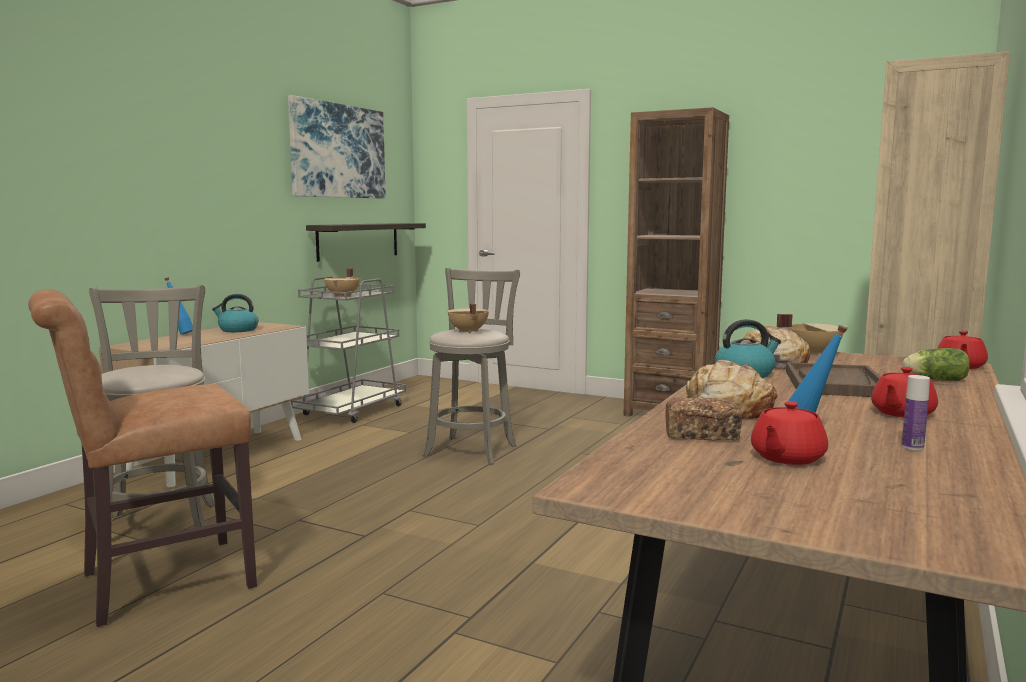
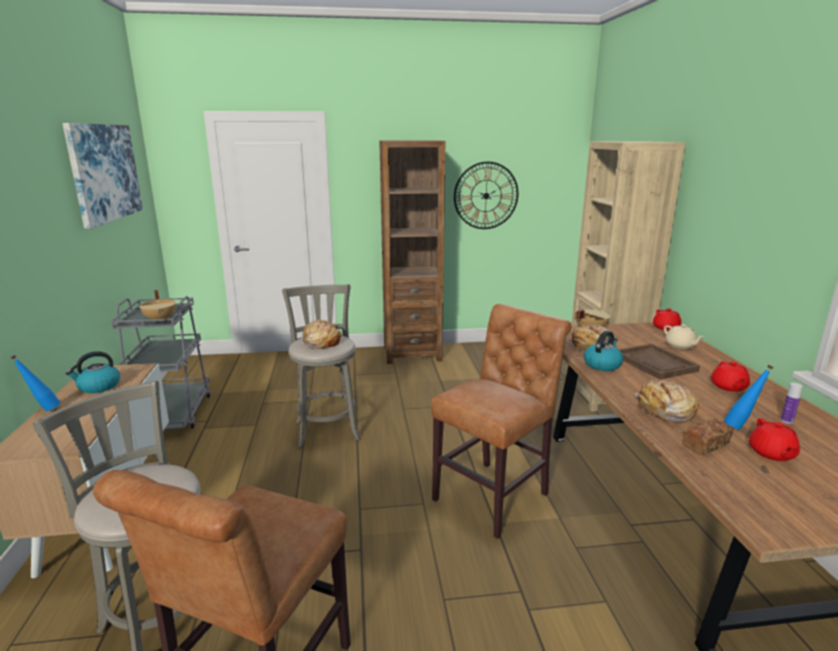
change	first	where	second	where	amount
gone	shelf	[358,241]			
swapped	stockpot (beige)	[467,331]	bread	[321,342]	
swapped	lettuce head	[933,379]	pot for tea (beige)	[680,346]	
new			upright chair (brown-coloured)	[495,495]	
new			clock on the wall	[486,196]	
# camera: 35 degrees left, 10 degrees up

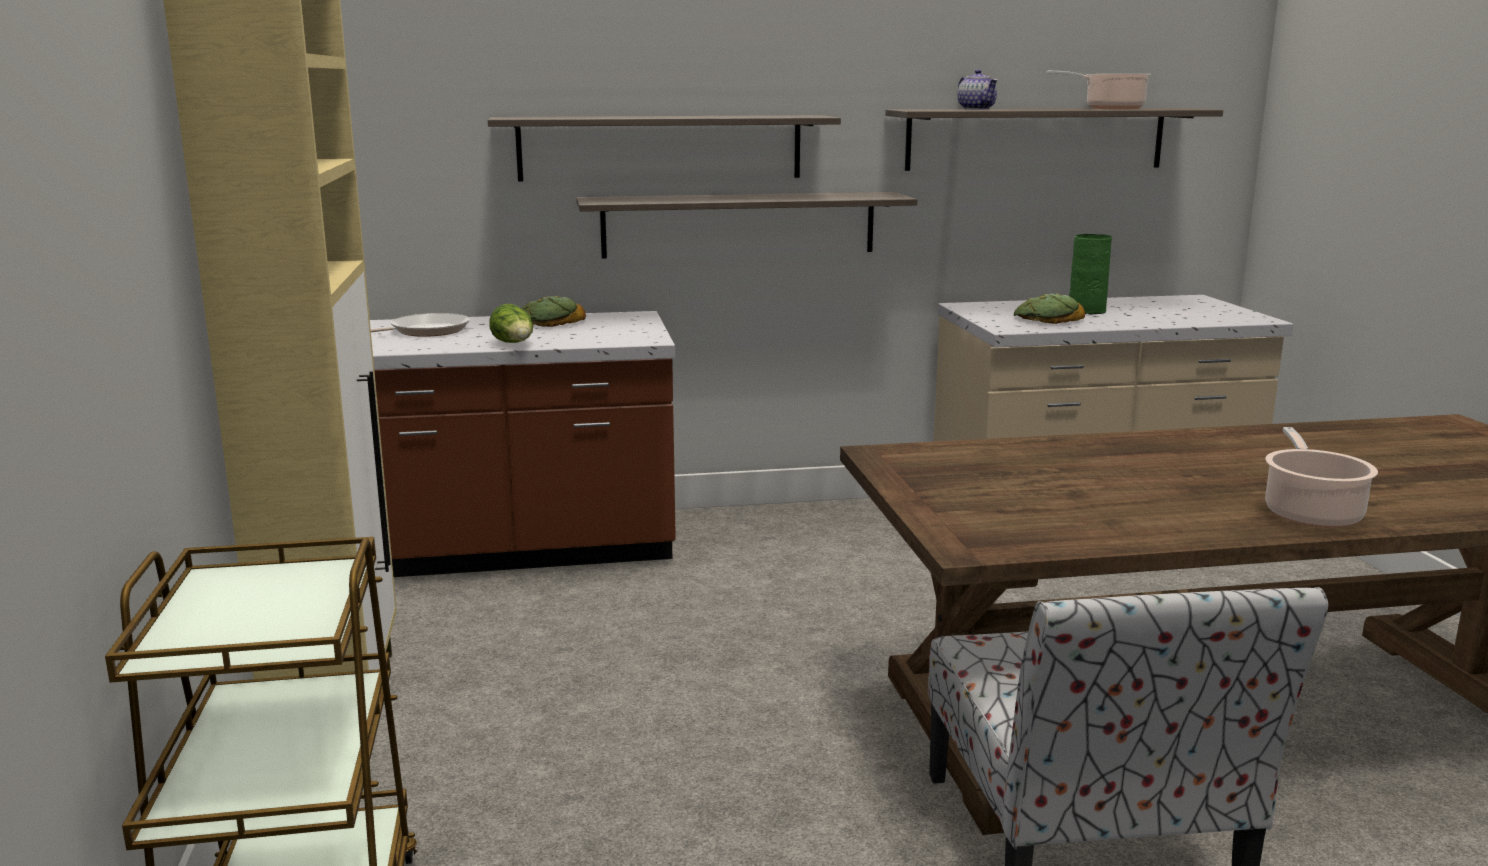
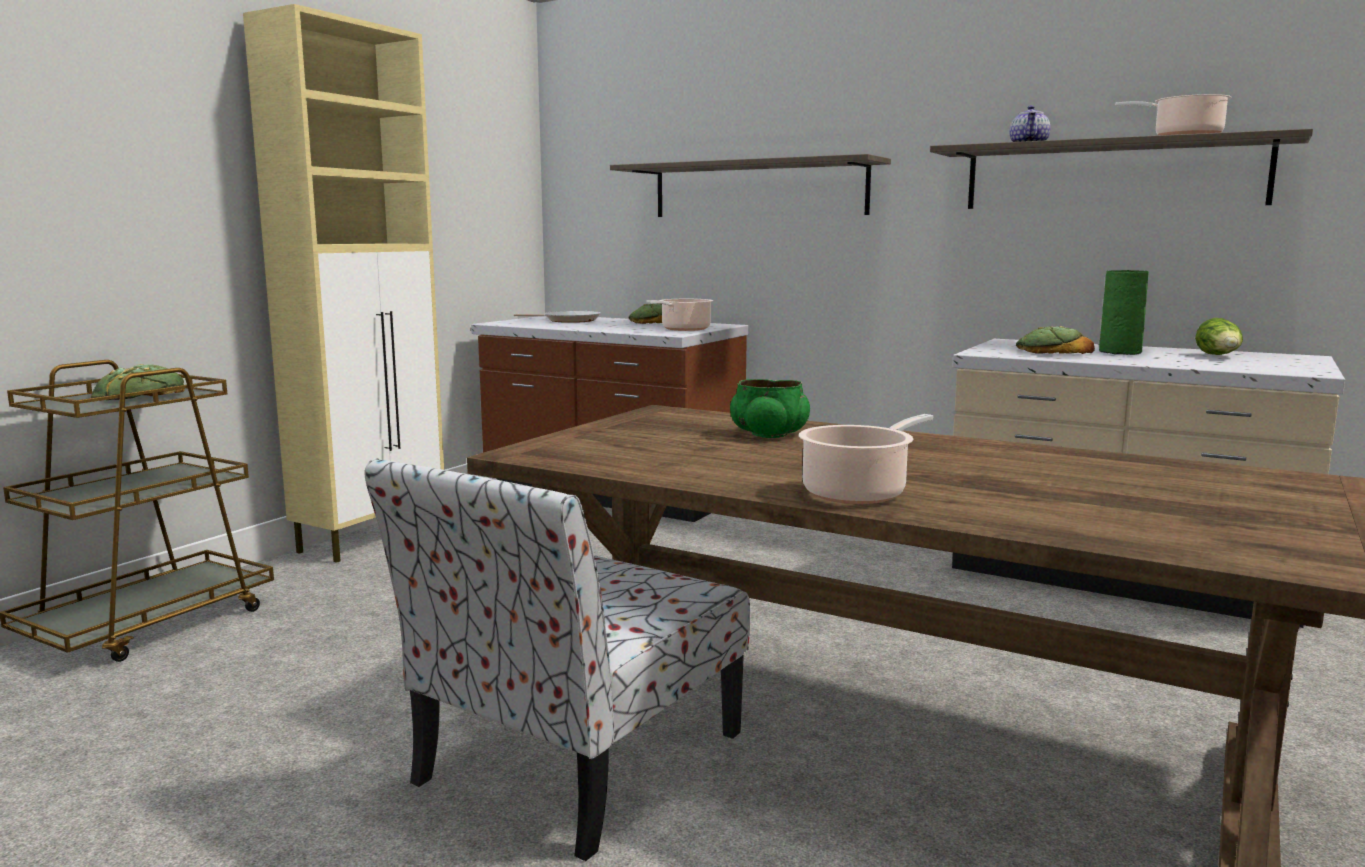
change	first	where	second	where	amount
shifted	lettuce head	[515,344]		[1219,356]	
gone	shelf	[739,224]			
new			bread	[140,395]	
new			stockpot	[683,329]	
new			serving bowl (green-coloured)	[769,434]	
# camera: 40 degrees right, 5 degrees down

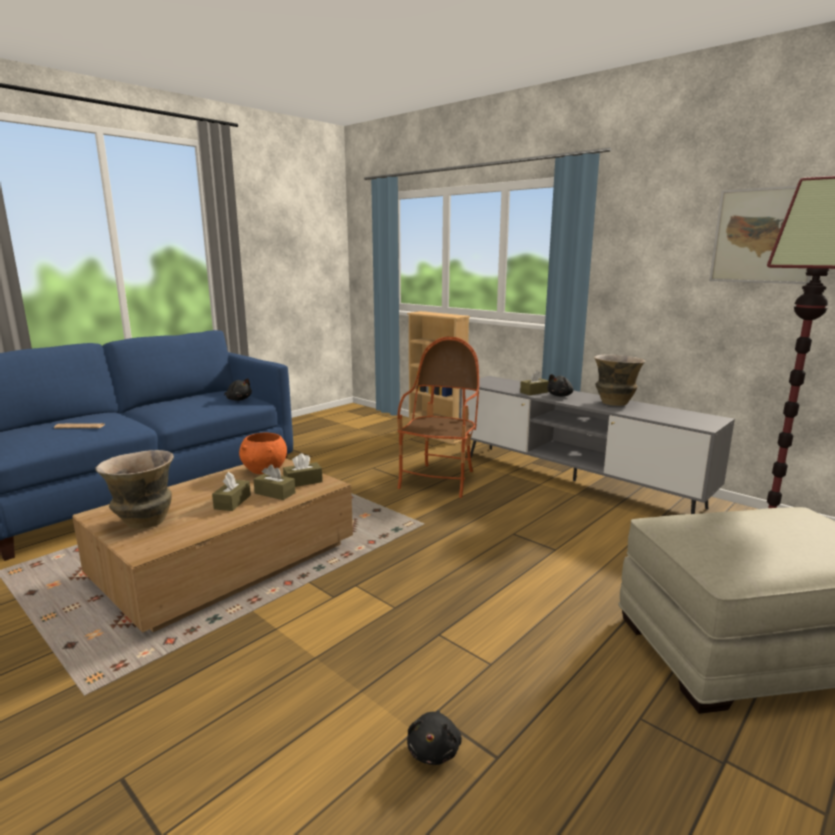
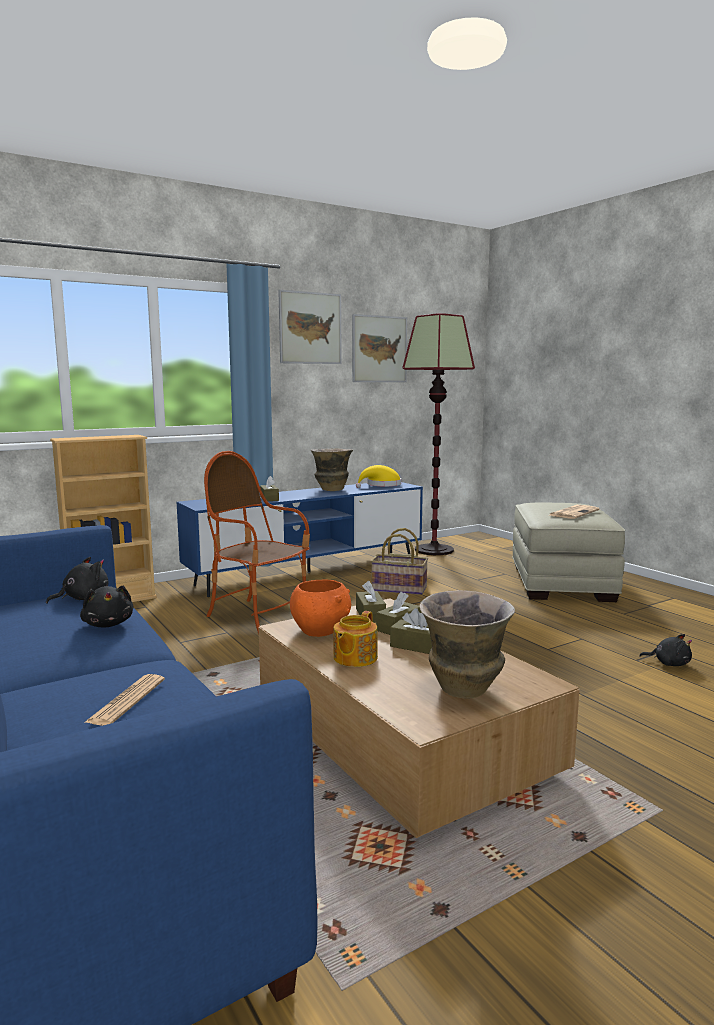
change	first	where	second	where	amount
repainted	tv unit (grey)	[574,480]	tv unit (bluish)	[309,573]	
shifted	plush toy (blackish)	[560,395]		[108,624]	
new			wall art	[310,328]	
new			pot for tea	[354,658]	
new			hat (yellow-coloured)	[381,485]	
new			storage basket	[398,589]	
new			newspaper	[573,513]	
# camera: 75 degrees left, 5 degrees down

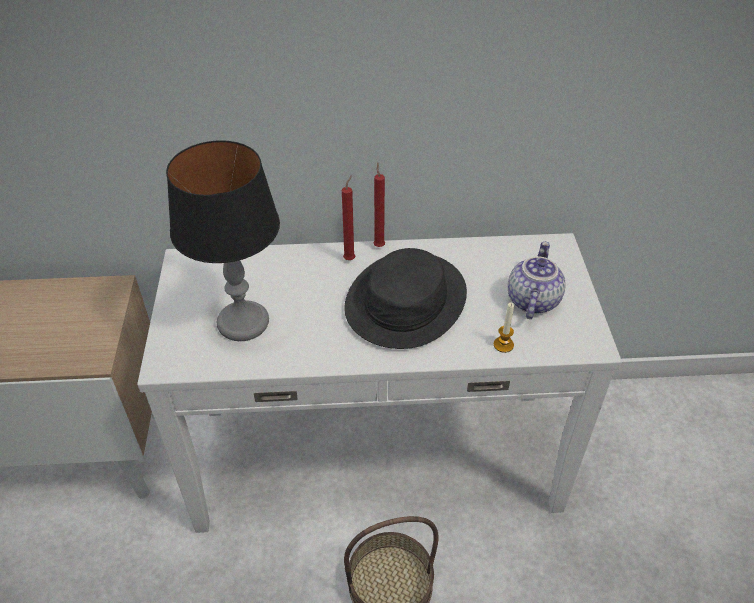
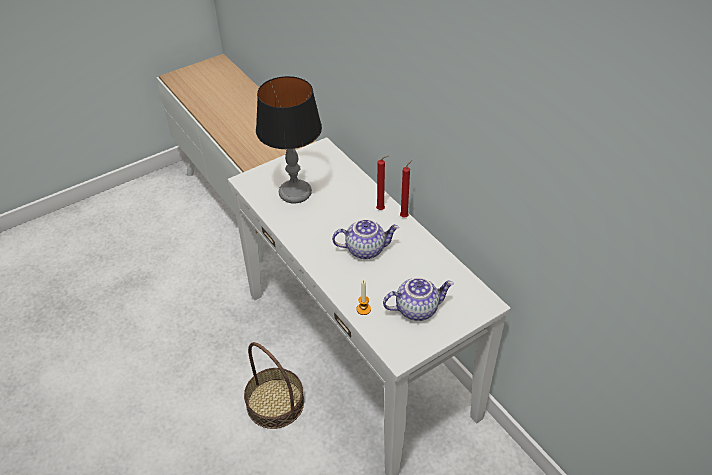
change	first	where	second	where	amount
swapped	hat (blackish)	[405,301]	pot for tea	[365,249]	
# camera: 60 degrees right, 0 degrees up

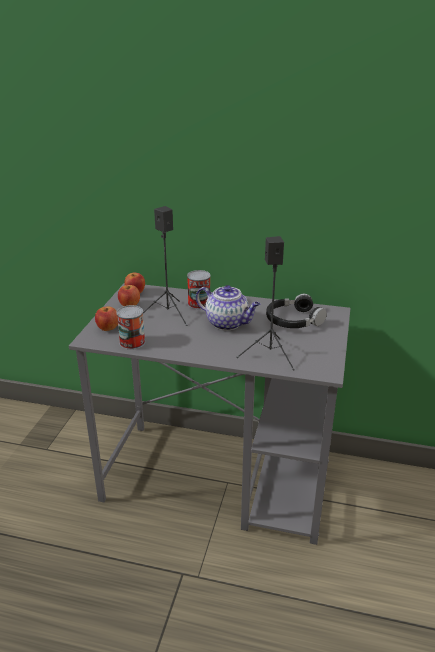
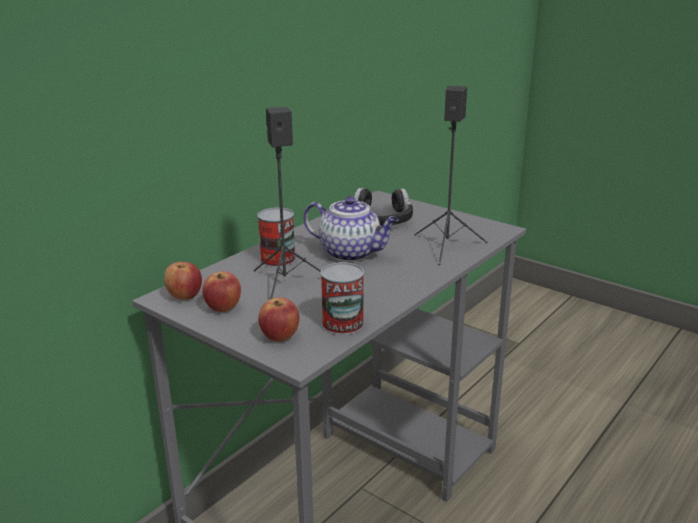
change	first	where	second	where	amount
rotated	pot for tea	[228,323]		[351,253]	60 degrees clockwise
# camera: 65 degrees left, 5 degrees down

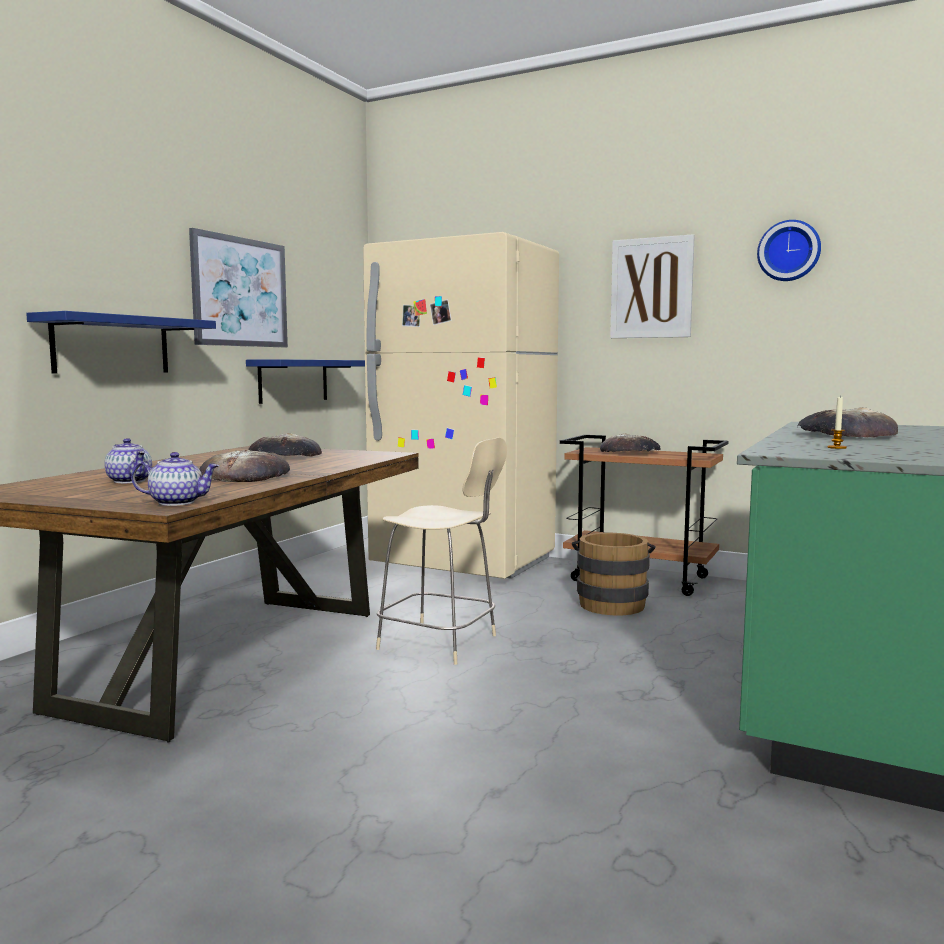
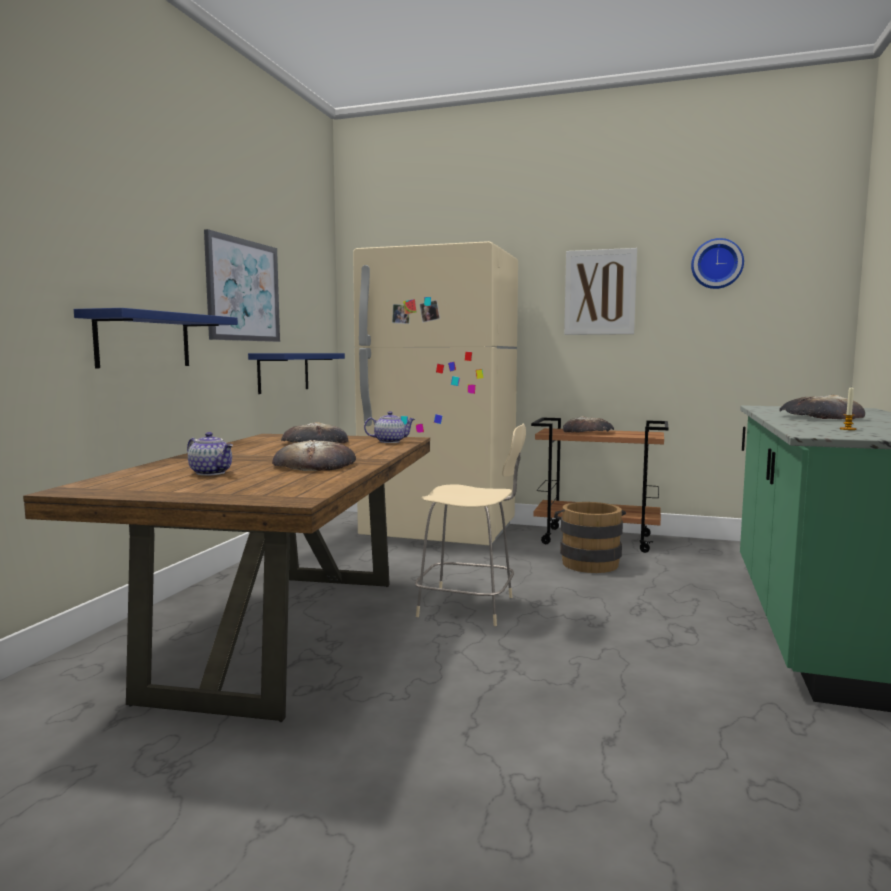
change	first	where	second	where	amount
shifted	pot for tea	[177,502]		[390,441]	
# camera: 10 degrees left, 0 degrees up

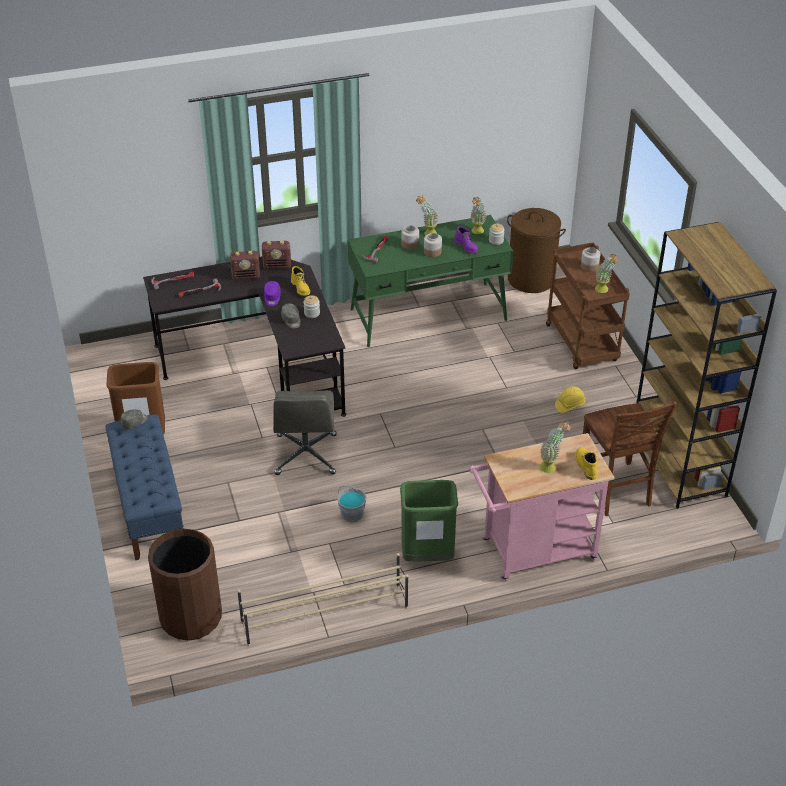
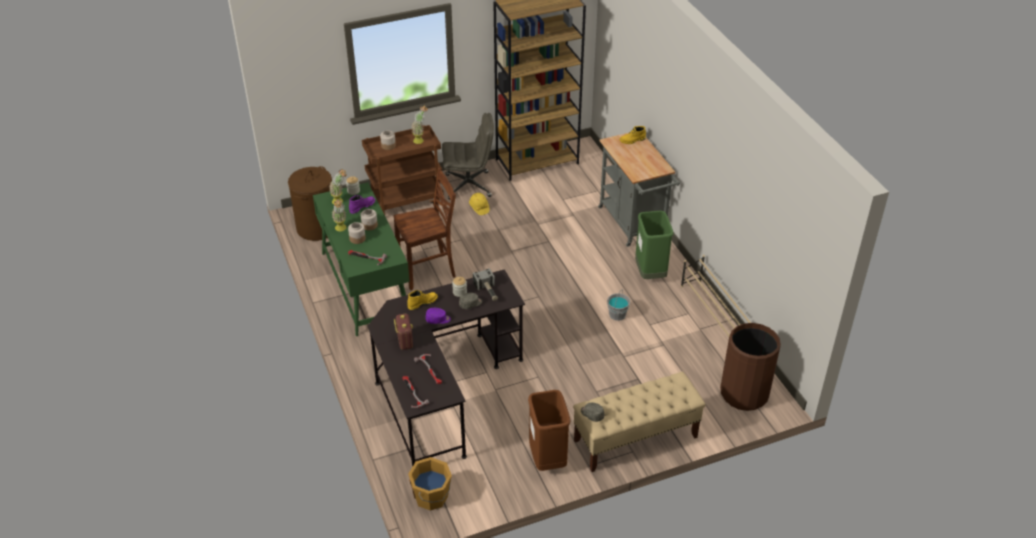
change	first	where	second	where	amount
repainted	indoor bench (bluish)	[149,506]	indoor bench (beige)	[635,439]	
gone	radio set	[277,266]			
shifted	desk chair (grey)	[306,455]		[469,185]	
repainted	trolley (pink)	[532,552]	trolley (grey)	[634,225]	
gone	plant in a pot	[551,466]			
shifted	upright chair (brown-coloured)	[615,490]		[428,271]	
new			pail (orange-coloured)	[432,497]	
new			hand hammer	[488,291]	
# camera: 95 degrees left, 0 degrees up

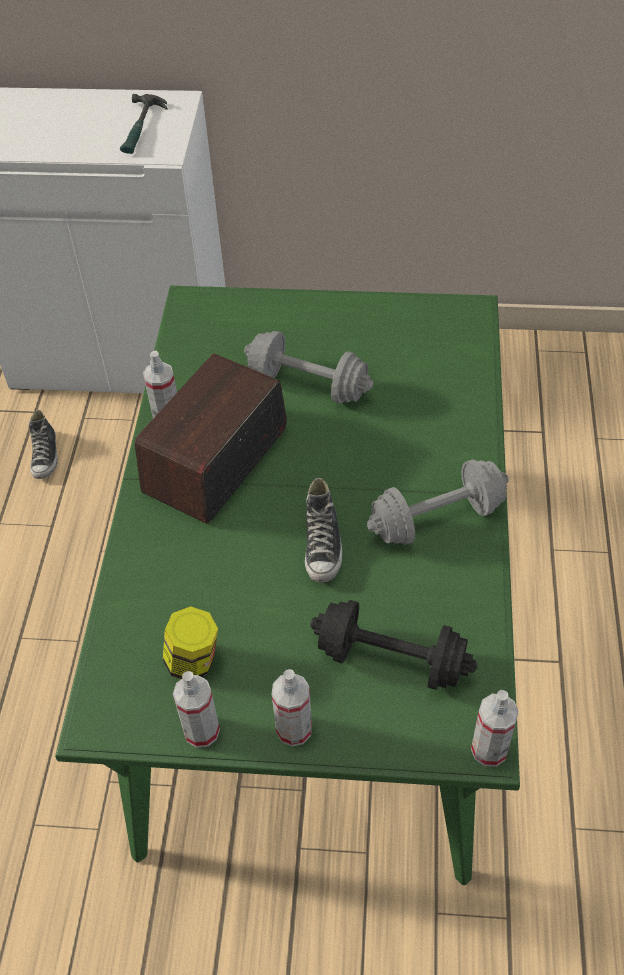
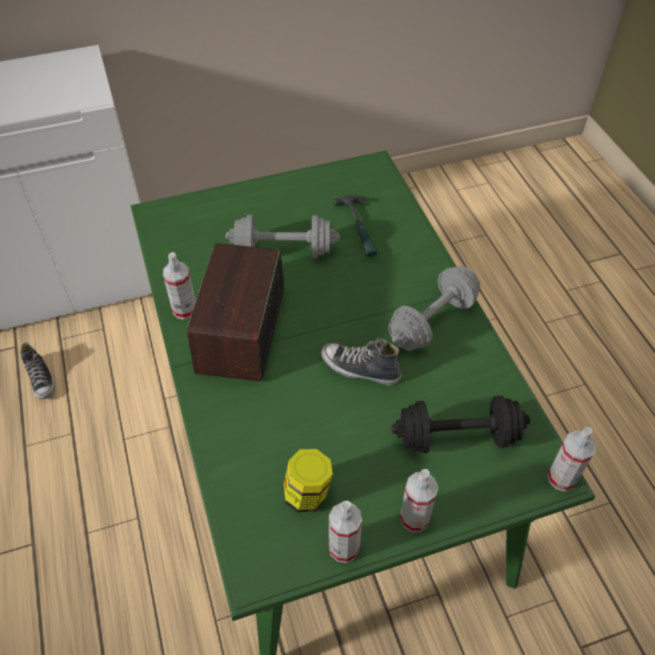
change	first	where	second	where	amount
shifted	hand hammer	[141,128]		[360,228]	
rotated	shoe	[323,545]		[360,368]	135 degrees clockwise
# camera: 25 degrees left, 0 degrees up

